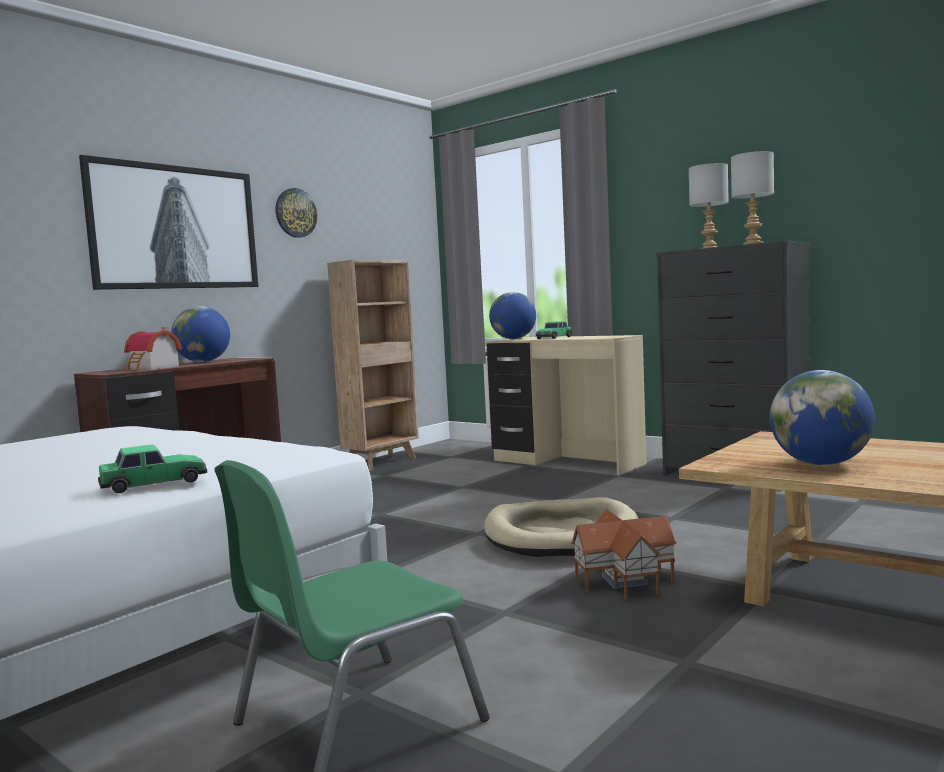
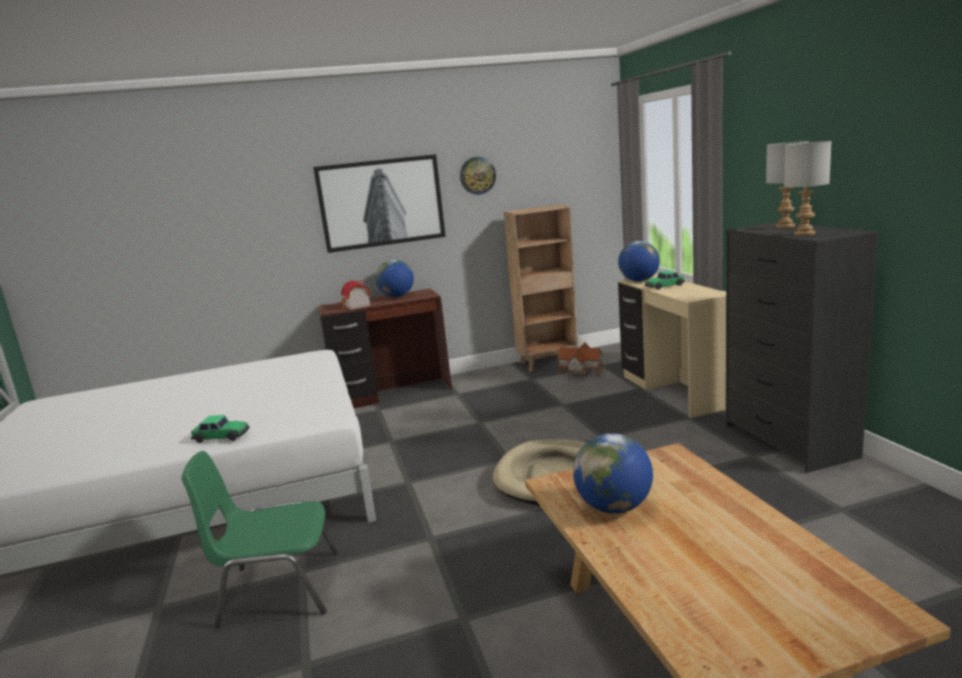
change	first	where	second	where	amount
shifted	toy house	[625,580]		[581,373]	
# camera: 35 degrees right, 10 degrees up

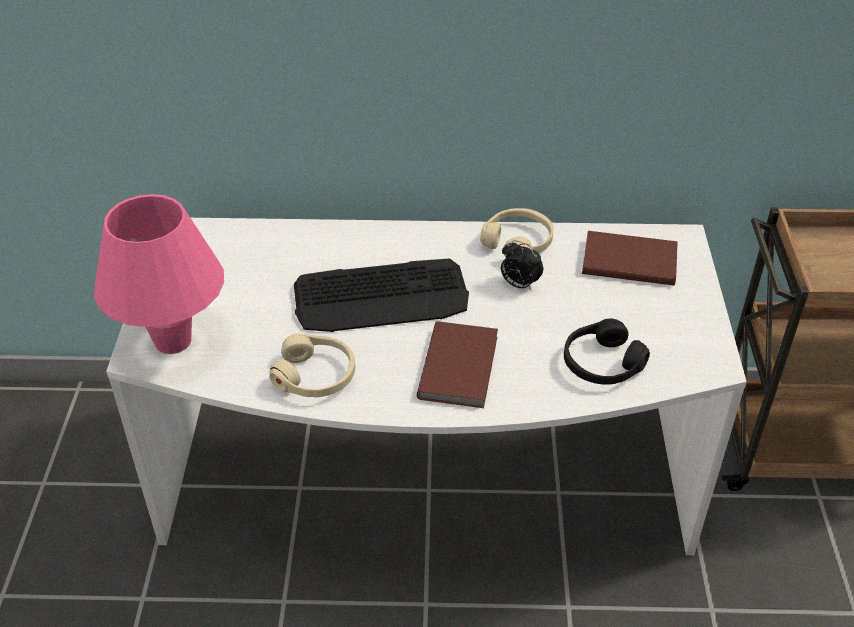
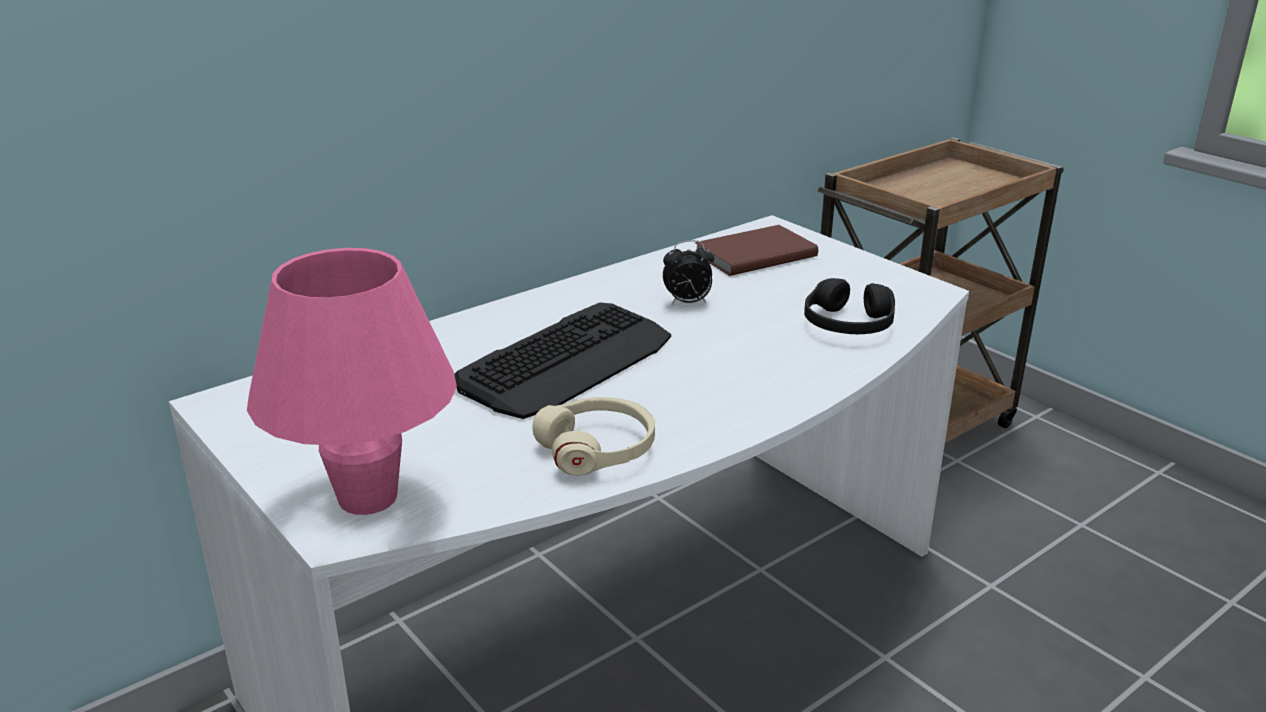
change	first	where	second	where	amount
gone	volume (brown-coloured)	[461,366]			
gone	headphones (beige)	[518,242]			
# camera: 40 degrees left, 15 degrees down

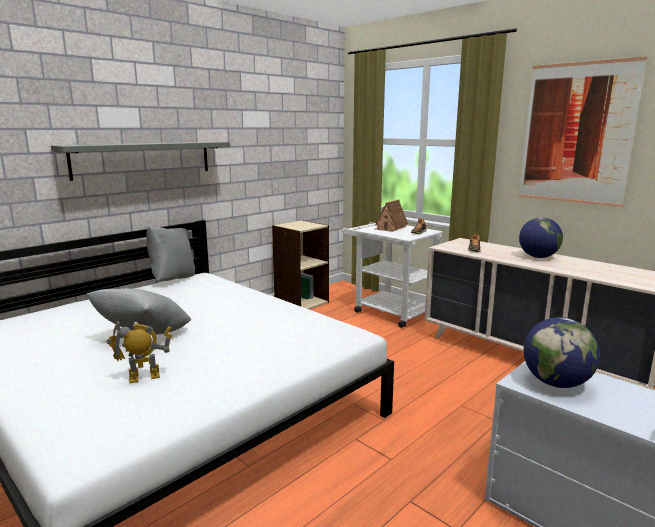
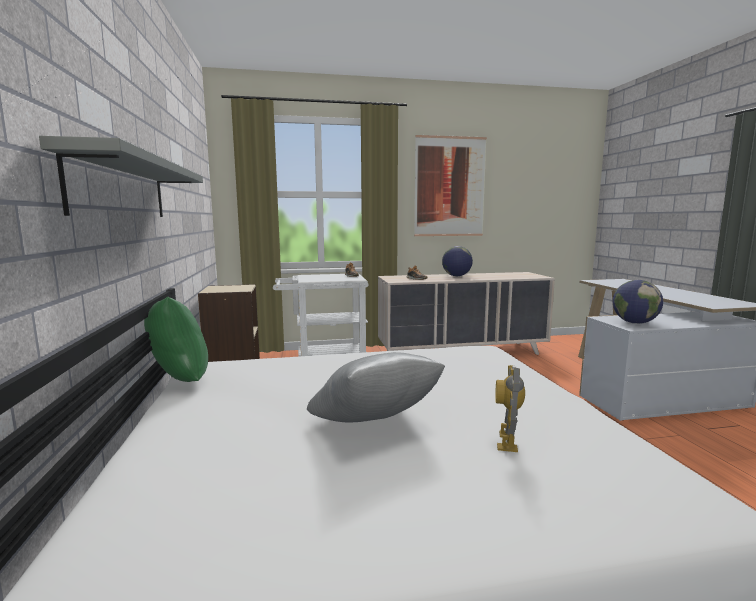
change	first	where	second	where	amount
repainted	cushion (grey)	[172,279]	cushion (green-coloured)	[178,381]	
gone	toy house	[390,228]			
# camera: 55 degrees left, 5 degrees down

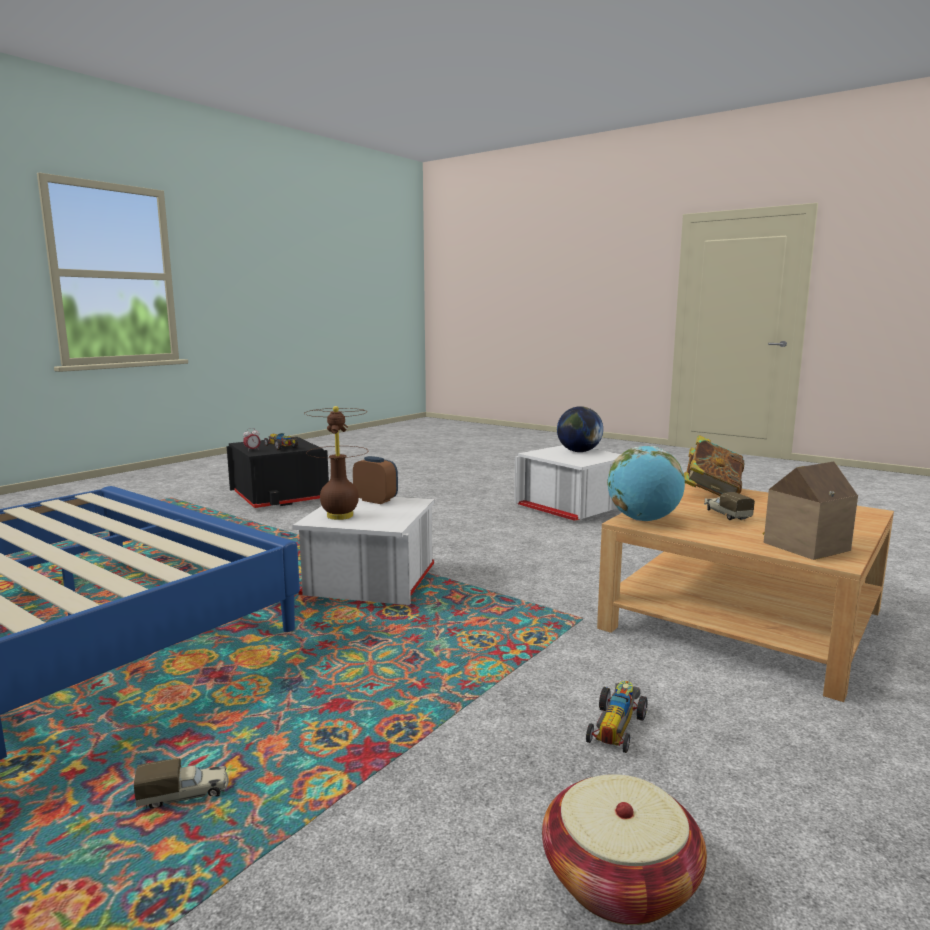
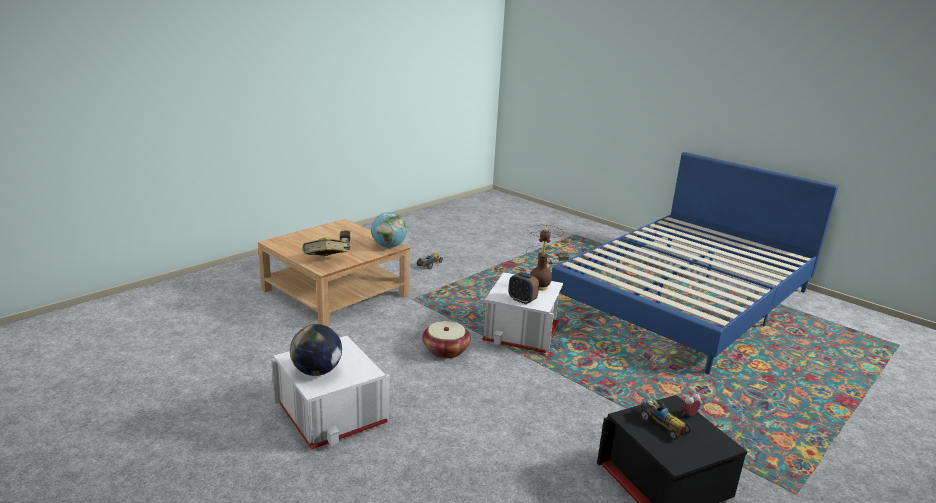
change	first	where	second	where	amount
shifted	storage basket	[619,880]		[445,350]	
gone	toy house	[802,545]			
# camera: 175 degrees left, 10 degrees up

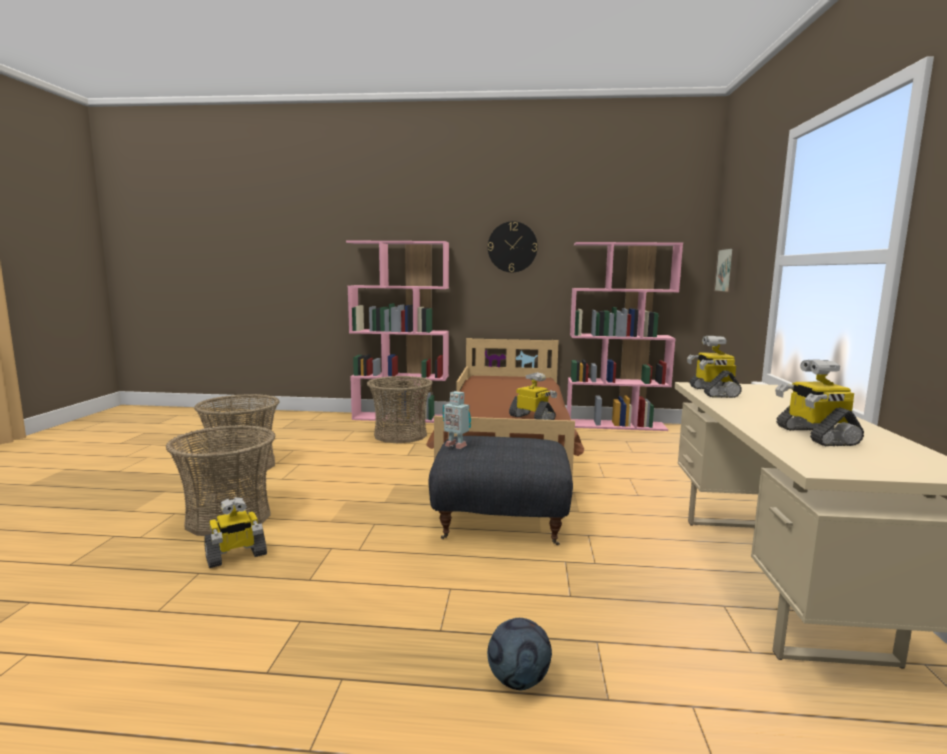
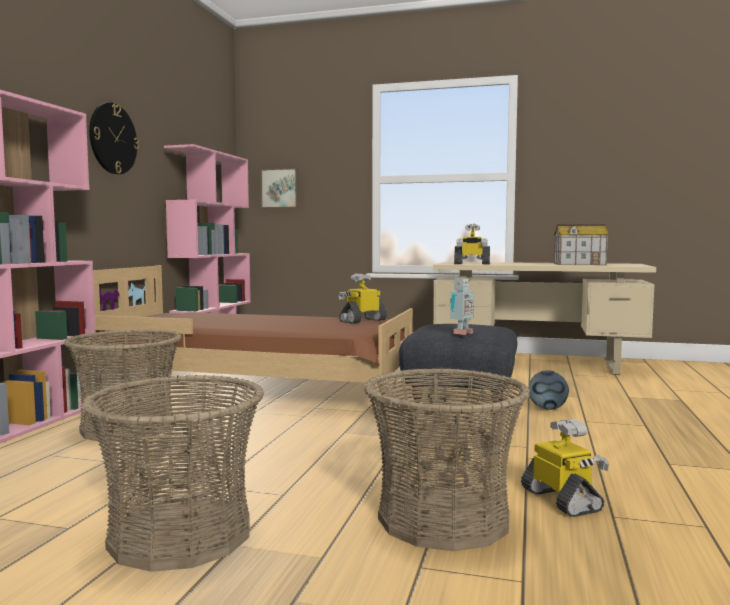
change	first	where	second	where	amount
shifted	football	[518,680]		[547,408]	
swapped	robot figure	[814,435]	toy house	[580,264]	
# camera: 80 degrees left, 5 degrees down

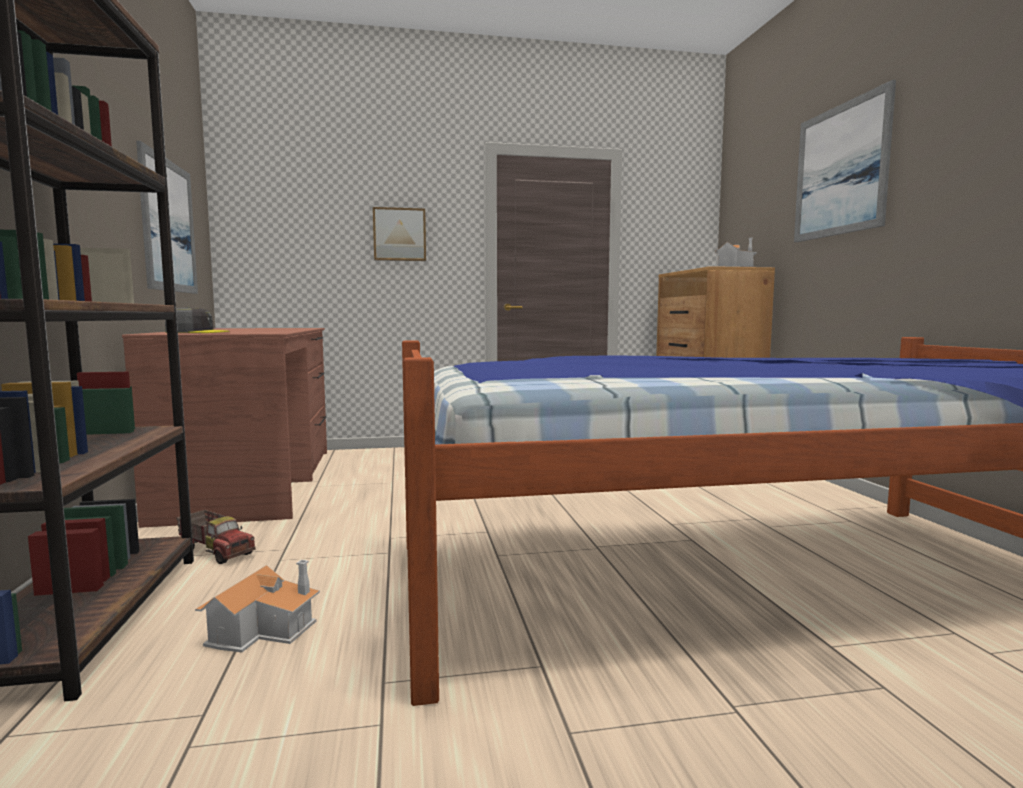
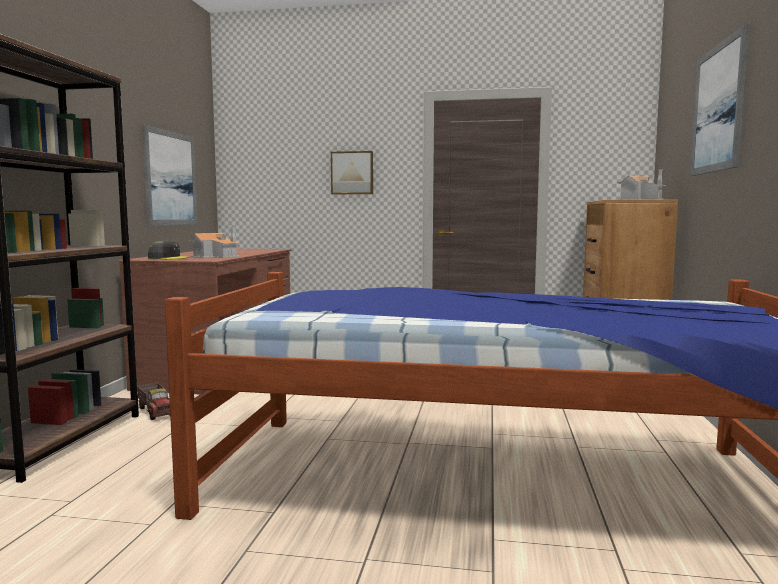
change	first	where	second	where	amount
shifted	toy house	[263,629]		[216,256]	
# camera: 20 degrees right, 0 degrees up

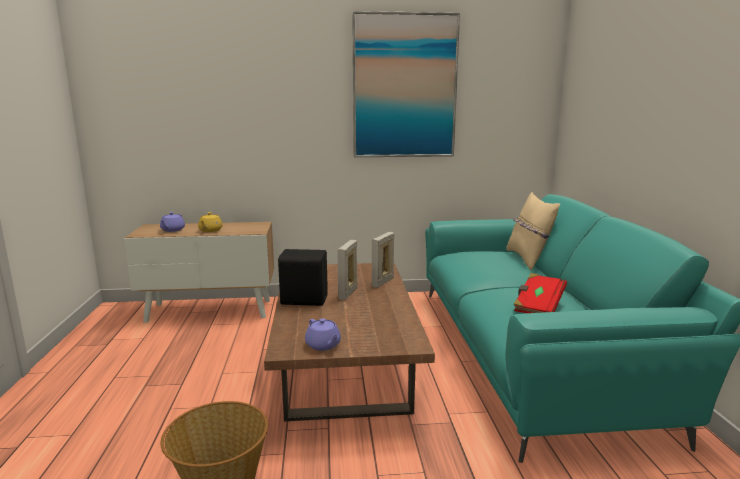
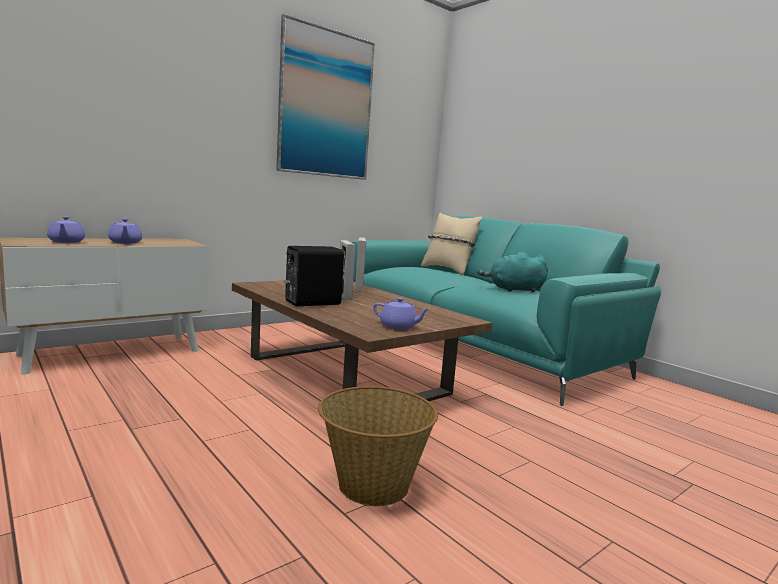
change	first	where	second	where	amount
repainted	pot for tea (yellow-coloured)	[210,230]	pot for tea (purplish)	[125,243]	
swapped	volume (red)	[538,306]	plush toy (turquoise)	[514,290]	
# camera: 35 degrees left, 5 degrees down

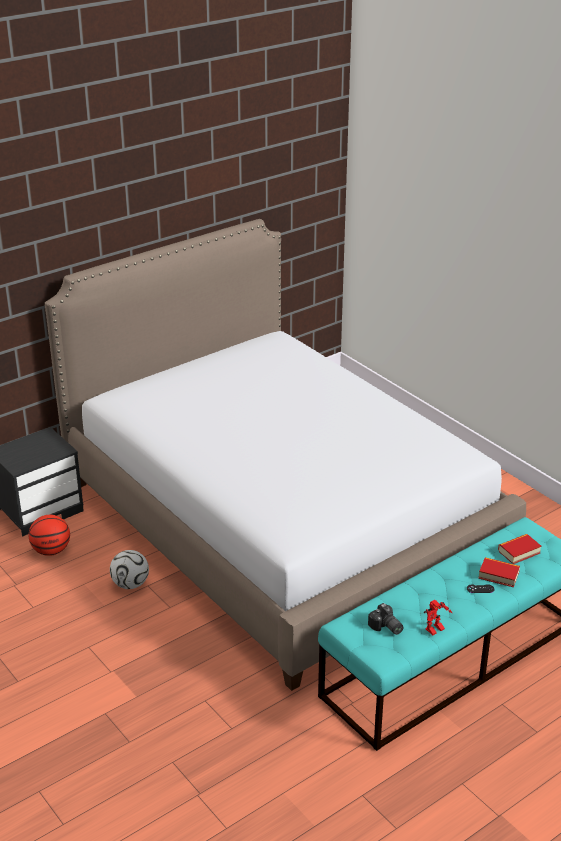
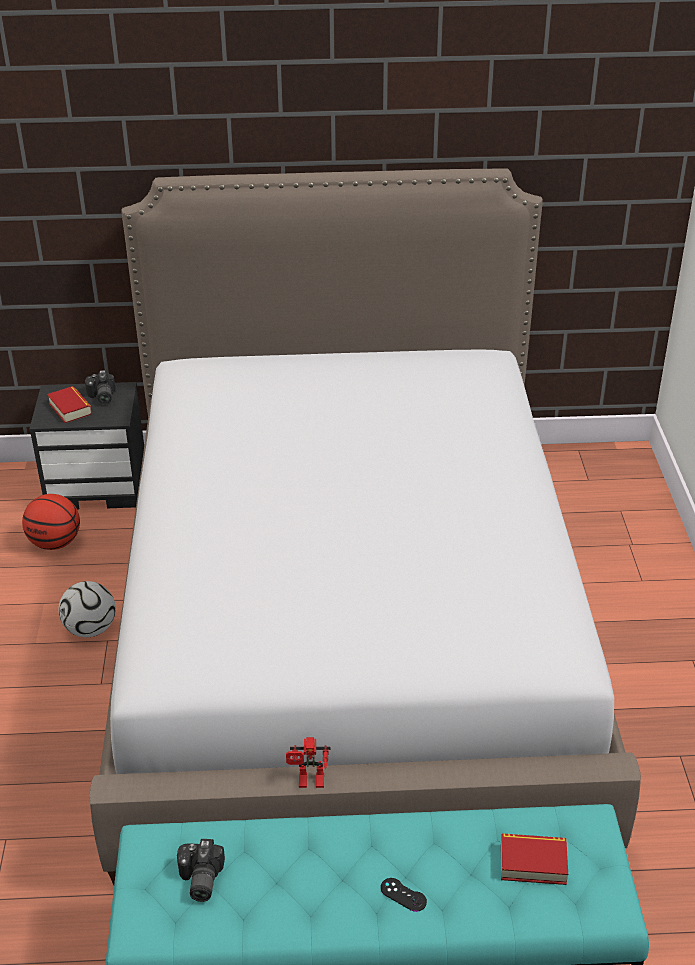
change	first	where	second	where	amount
shifted	robot figure	[435,631]		[309,783]	
shifted	volume	[498,575]		[70,409]	
new			still camera	[101,397]	
# camera: 35 degrees right, 5 degrees up

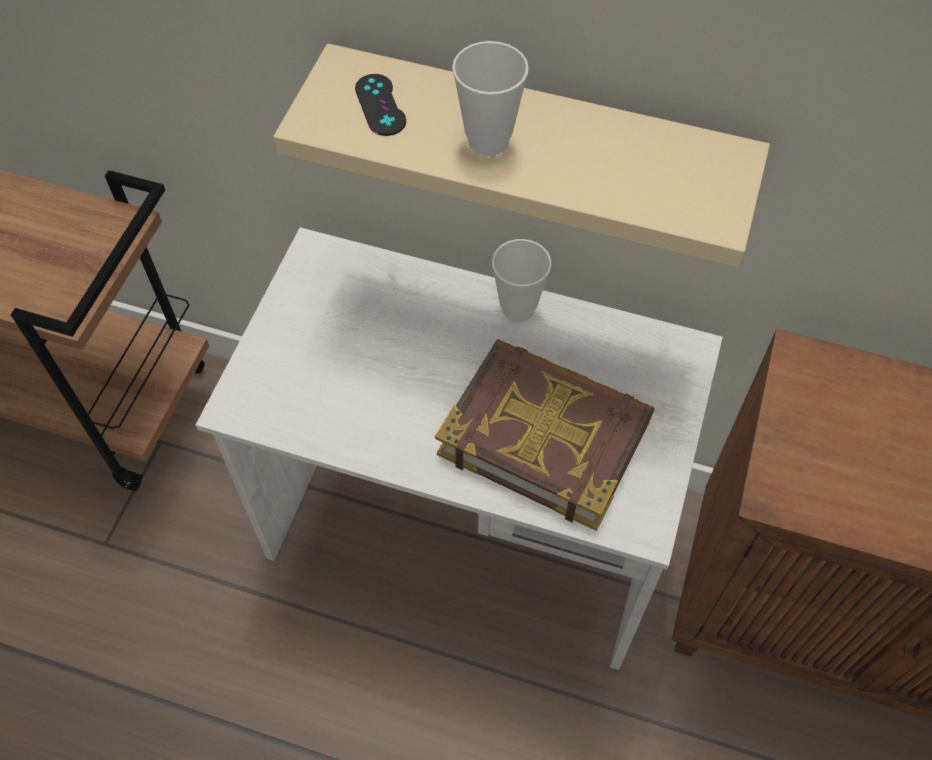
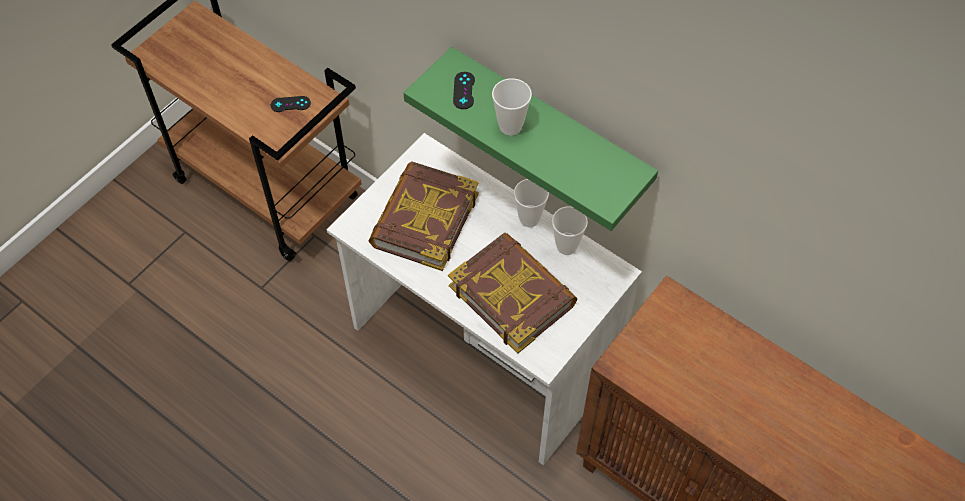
change	first	where	second	where	amount
repainted	shelf (beige)	[536,143]	shelf (green-coloured)	[549,131]	
new			game controller (blackish)	[290,104]	
new			volume	[424,220]	
new			cup	[566,246]	
# camera: 20 degrees right, 0 degrees up

